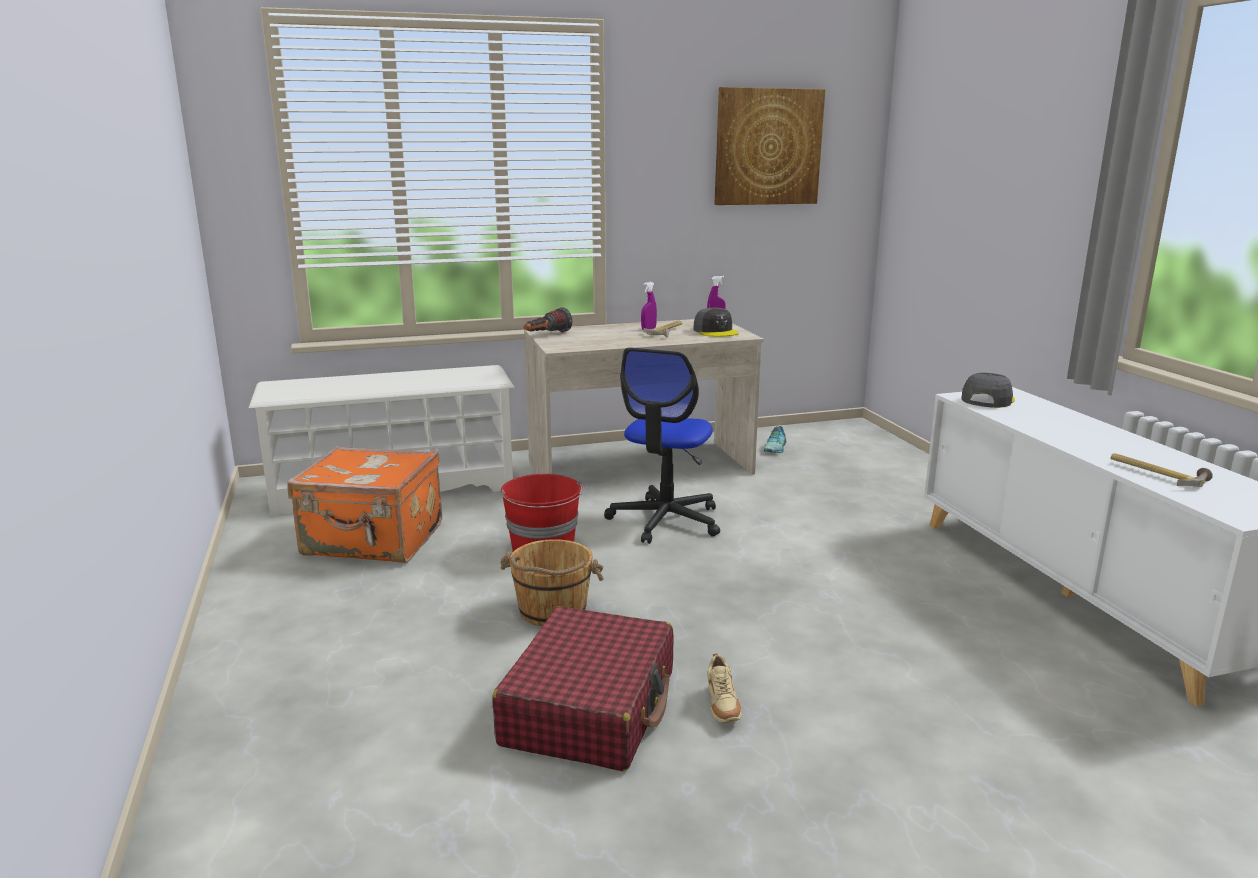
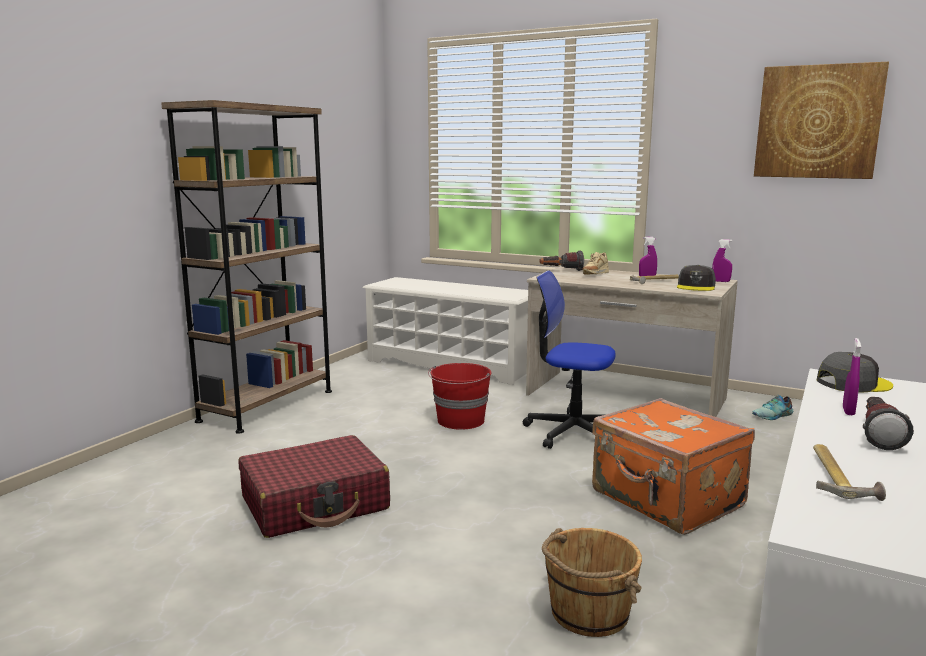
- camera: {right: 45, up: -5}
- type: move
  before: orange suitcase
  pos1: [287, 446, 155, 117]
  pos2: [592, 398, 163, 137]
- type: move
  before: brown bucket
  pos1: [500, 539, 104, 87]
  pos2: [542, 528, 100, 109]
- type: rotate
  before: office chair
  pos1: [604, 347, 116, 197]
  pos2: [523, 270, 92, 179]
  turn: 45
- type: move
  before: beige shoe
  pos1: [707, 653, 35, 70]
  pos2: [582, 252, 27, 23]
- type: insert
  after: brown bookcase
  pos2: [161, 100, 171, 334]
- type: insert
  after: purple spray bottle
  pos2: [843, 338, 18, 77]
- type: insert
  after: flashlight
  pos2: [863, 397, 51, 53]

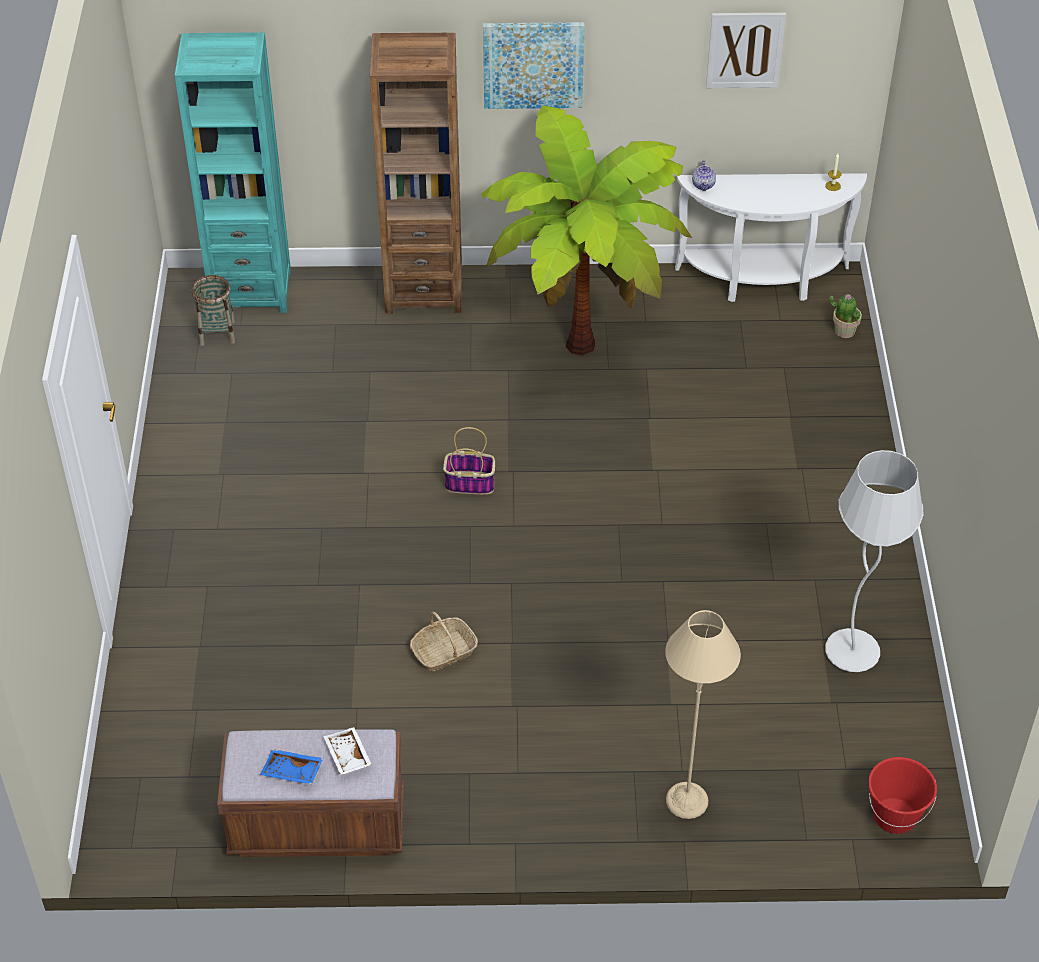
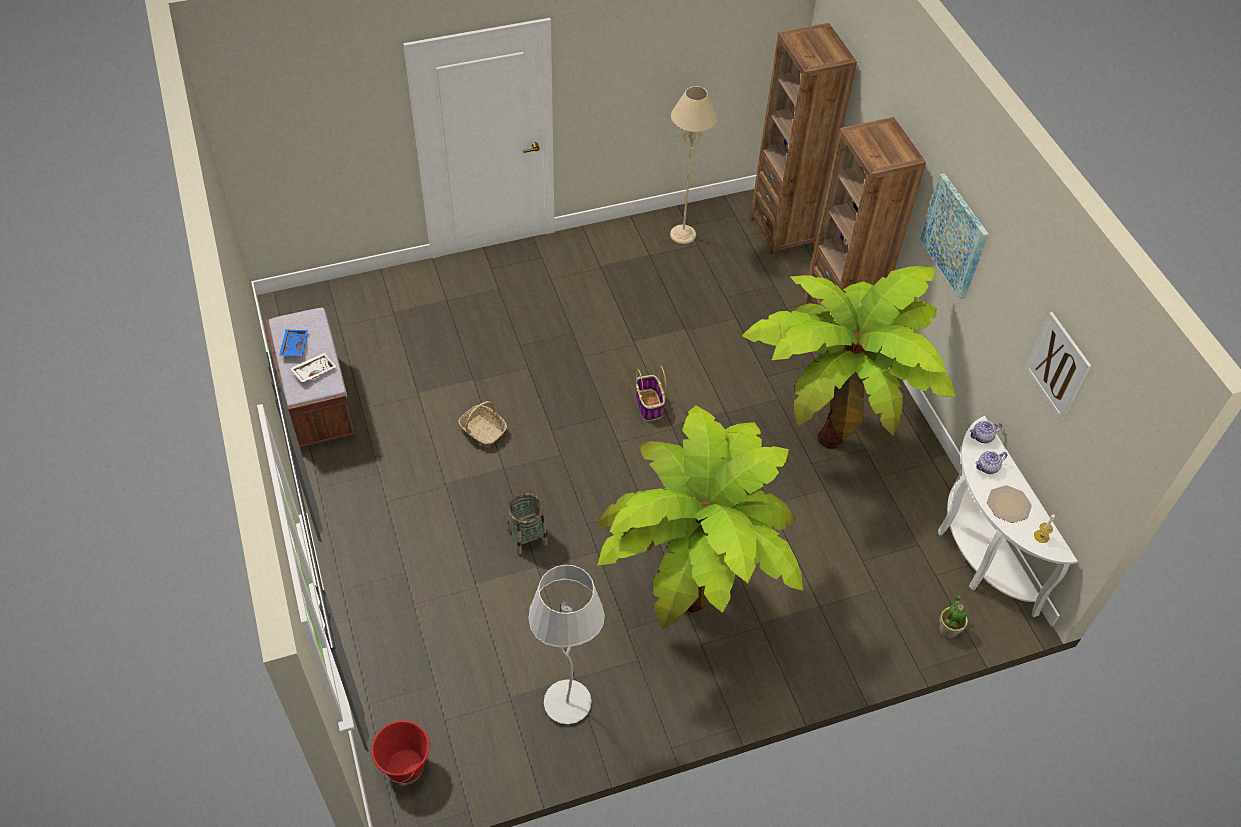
- camera: {right: 70, up: 5}
- type: recolor
  before: turquoise bookcase
  after: brown bookcase
  pos1: [175, 32, 116, 281]
  pos2: [750, 23, 107, 233]
- type: move
  before: basket
  pos1: [192, 275, 43, 71]
  pos2: [508, 492, 40, 62]
- type: move
  before: beige floor lamp
  pos1: [665, 610, 76, 209]
  pos2: [670, 86, 48, 158]
- type: insert
  after: potted plant
  pos2: [597, 405, 206, 224]
- type: insert
  after: teapot
  pos2: [976, 451, 31, 23]
- type: insert
  after: plate
  pos2: [987, 485, 45, 38]

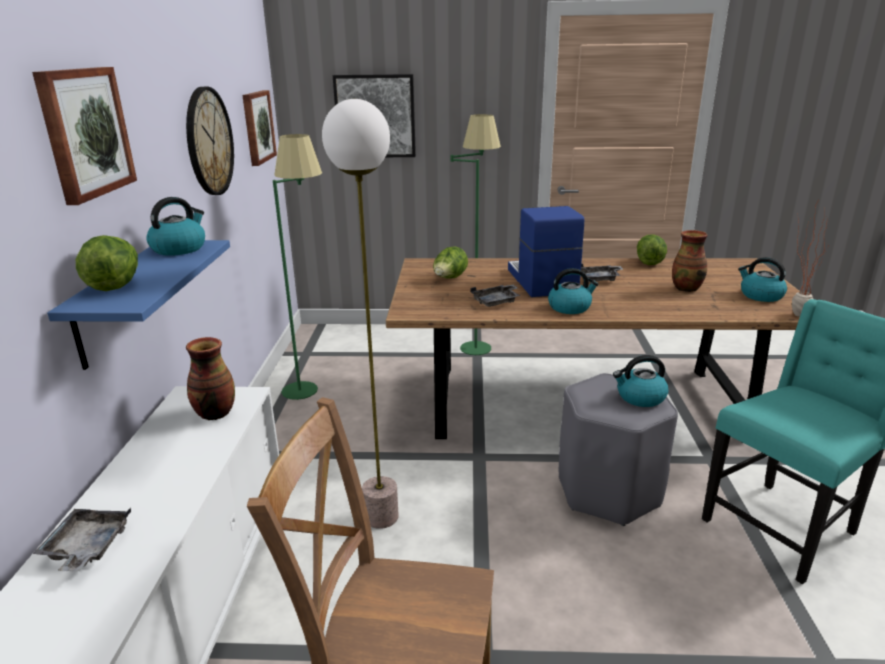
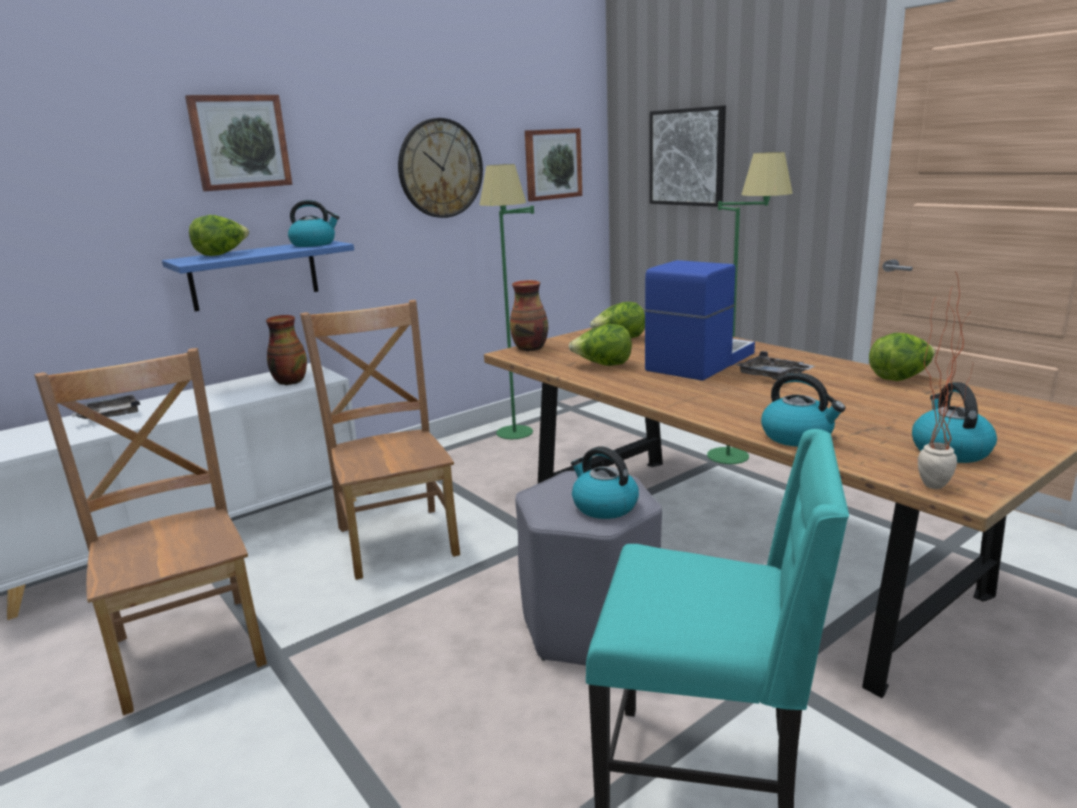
- camera: {right: 50, up: -5}
- type: replace
  before: floor lamp
  after: brown chair
  pos1: [322, 99, 77, 430]
  pos2: [300, 300, 160, 280]
- type: replace
  before: grey tray
  after: lettuce
  pos1: [470, 285, 50, 22]
  pos2: [569, 324, 63, 42]
- type: move
  before: kettle
  pos1: [548, 268, 50, 46]
  pos2: [761, 372, 85, 75]
- type: move
  before: vase
  pos1: [672, 230, 36, 62]
  pos2: [510, 280, 38, 71]

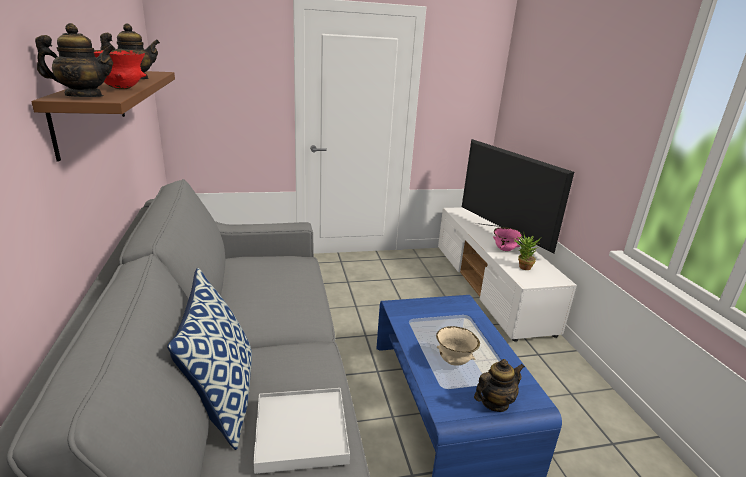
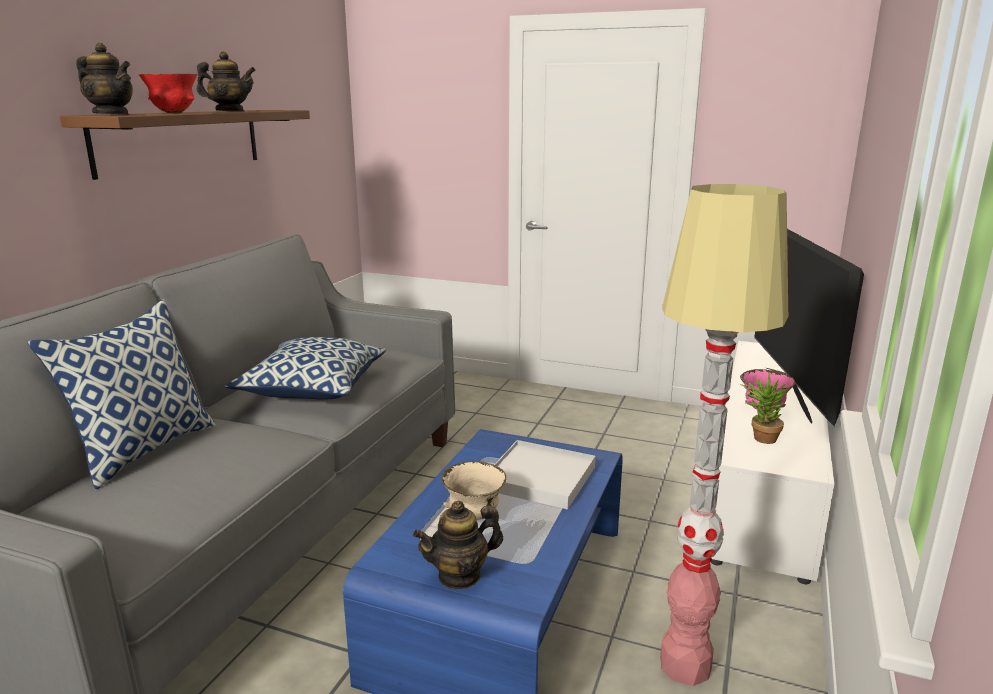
- camera: {right: 35, up: -5}
- type: move
  before: white tray
  pos1: [253, 388, 97, 86]
  pos2: [494, 440, 102, 70]
- type: rotate
  before: teapot
  pos1: [474, 359, 51, 53]
  pos2: [413, 501, 90, 88]
  turn: 150
- type: insert
  after: pillow
  pos2: [225, 337, 161, 63]
- type: insert
  after: floor lamp
  pos2: [660, 184, 128, 502]

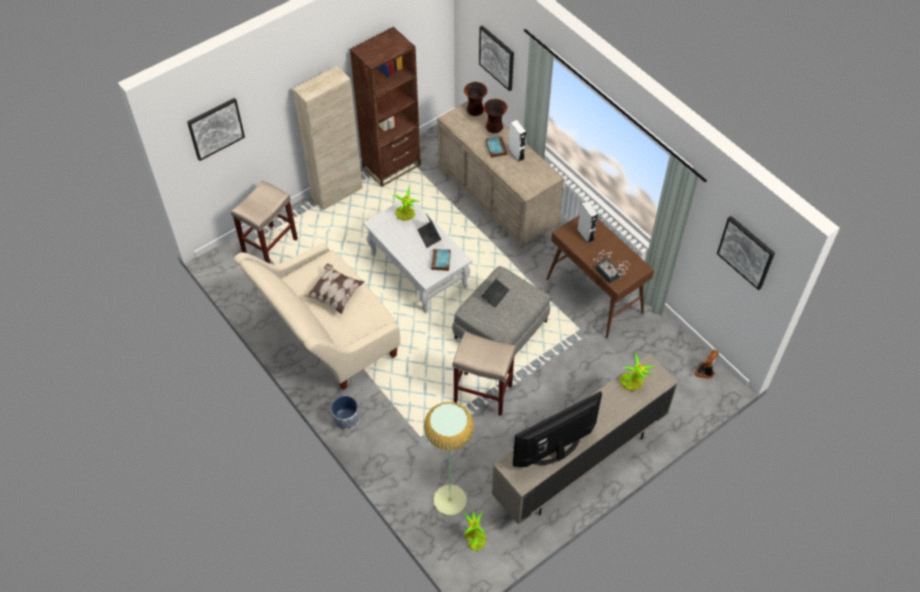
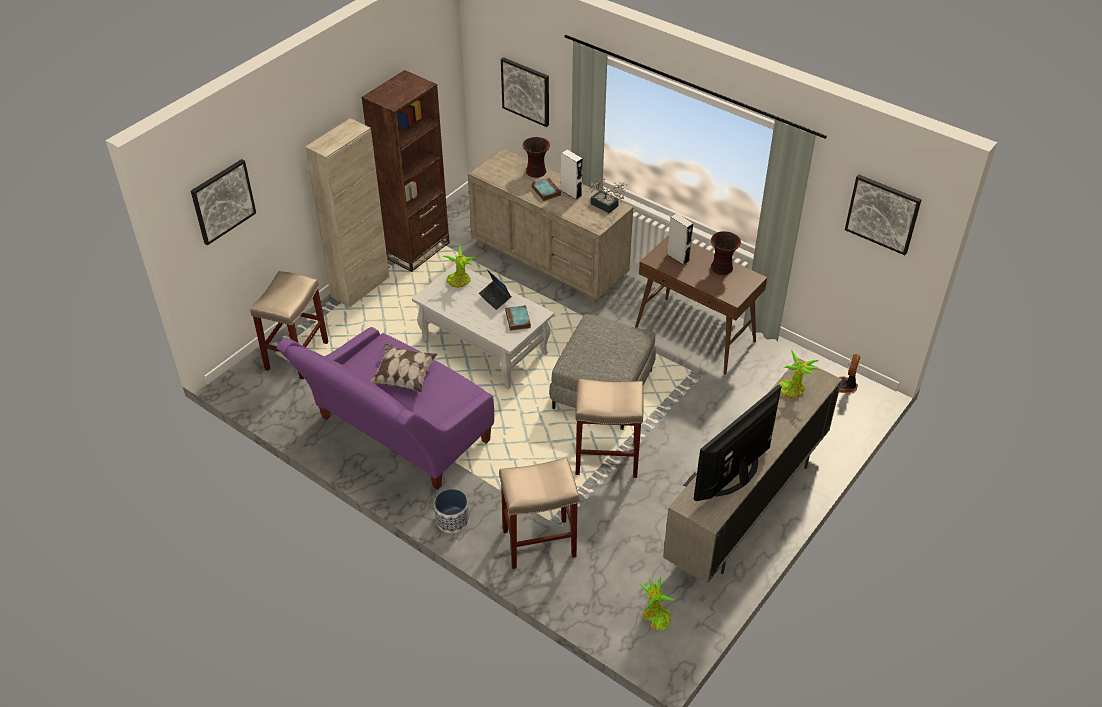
- camera: {right: -15, up: -10}
- type: recolor
  before: beige sofa
  after: purple sofa
  pos1: [234, 243, 166, 147]
  pos2: [277, 327, 217, 163]
- type: delete
  before: floor lamp
  pos1: [424, 402, 50, 114]
- type: move
  before: vase
  pos1: [464, 82, 24, 34]
  pos2: [711, 231, 30, 44]
- type: delete
  before: laptop
  pos1: [482, 272, 28, 36]
- type: move
  before: potted plant
  pos1: [593, 250, 37, 33]
  pos2: [586, 179, 41, 34]
- type: insert
  after: beige stool
  pos2: [499, 457, 80, 112]

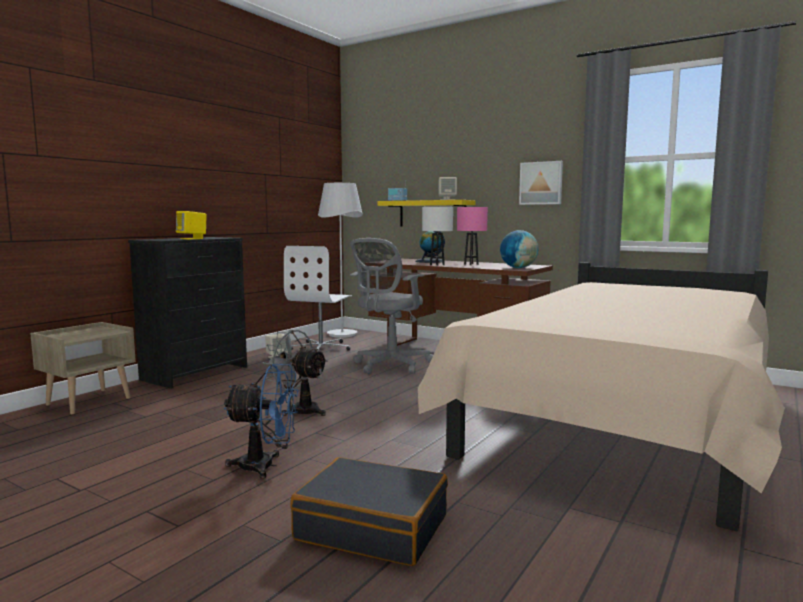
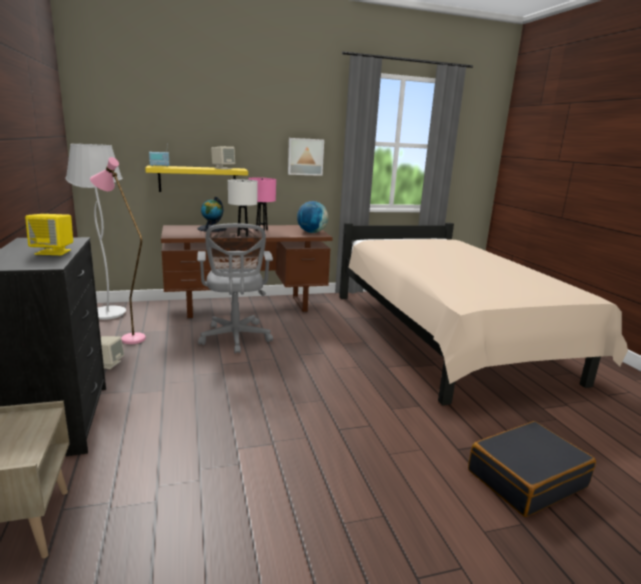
- camera: {right: -50, up: 10}
- type: delete
  before: blue fan
  pos1: [223, 364, 75, 115]
- type: delete
  before: grey fan
  pos1: [263, 330, 65, 86]
- type: replace
  before: white office chair
  after: pink floor lamp
  pos1: [284, 246, 68, 105]
  pos2: [90, 157, 56, 187]

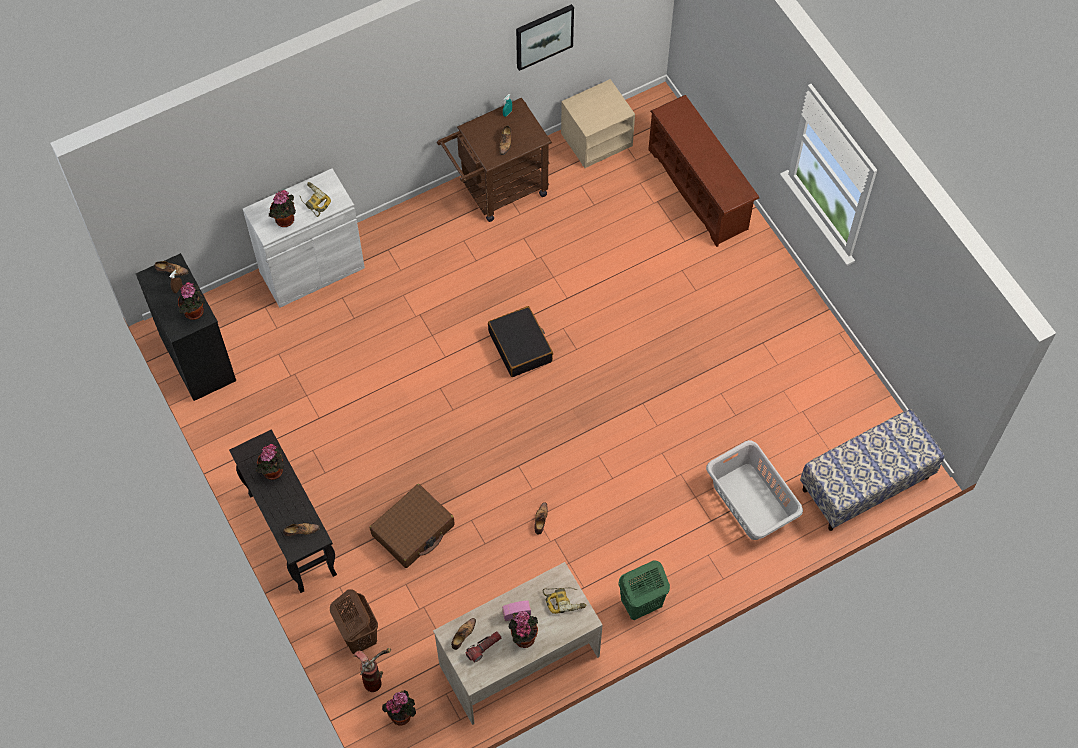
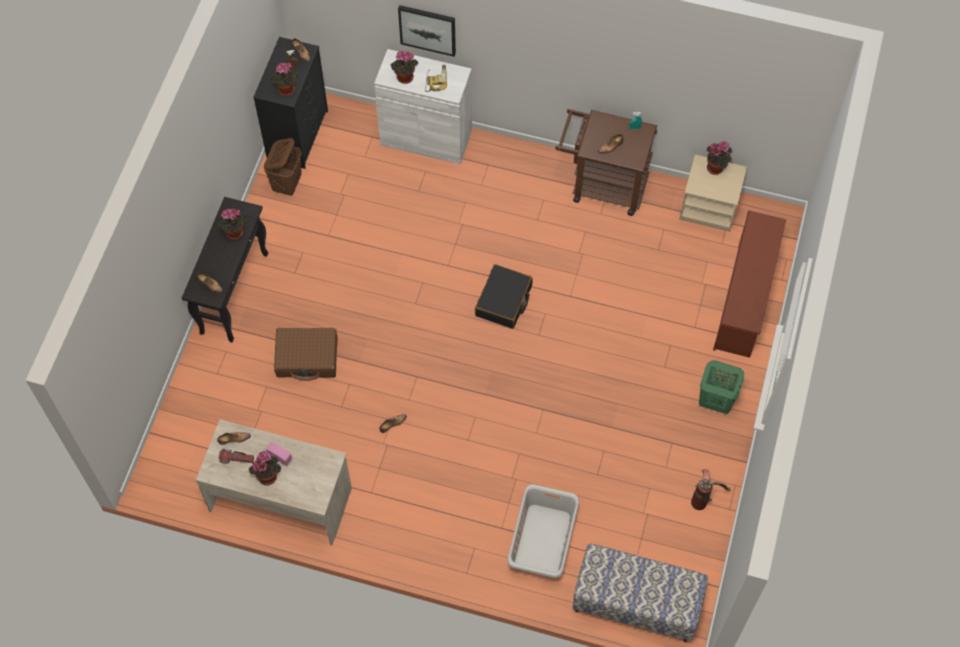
- camera: {right: 45, up: 0}
- type: move
  before: brown laundry basket
  pos1: [330, 589, 48, 65]
  pos2: [264, 138, 38, 58]
- type: move
  before: fire extinguisher
  pos1: [353, 648, 38, 44]
  pos2: [691, 469, 40, 41]
- type: move
  before: potted plant
  pos1: [382, 690, 34, 36]
  pos2: [707, 141, 25, 34]
- type: move
  before: picture
  pos1: [516, 4, 58, 67]
  pos2: [398, 5, 58, 52]
- type: delete
  before: power drill
  pos1: [542, 588, 45, 26]
- type: move
  before: green laundry basket
  pos1: [618, 560, 52, 60]
  pos2: [699, 360, 45, 54]

